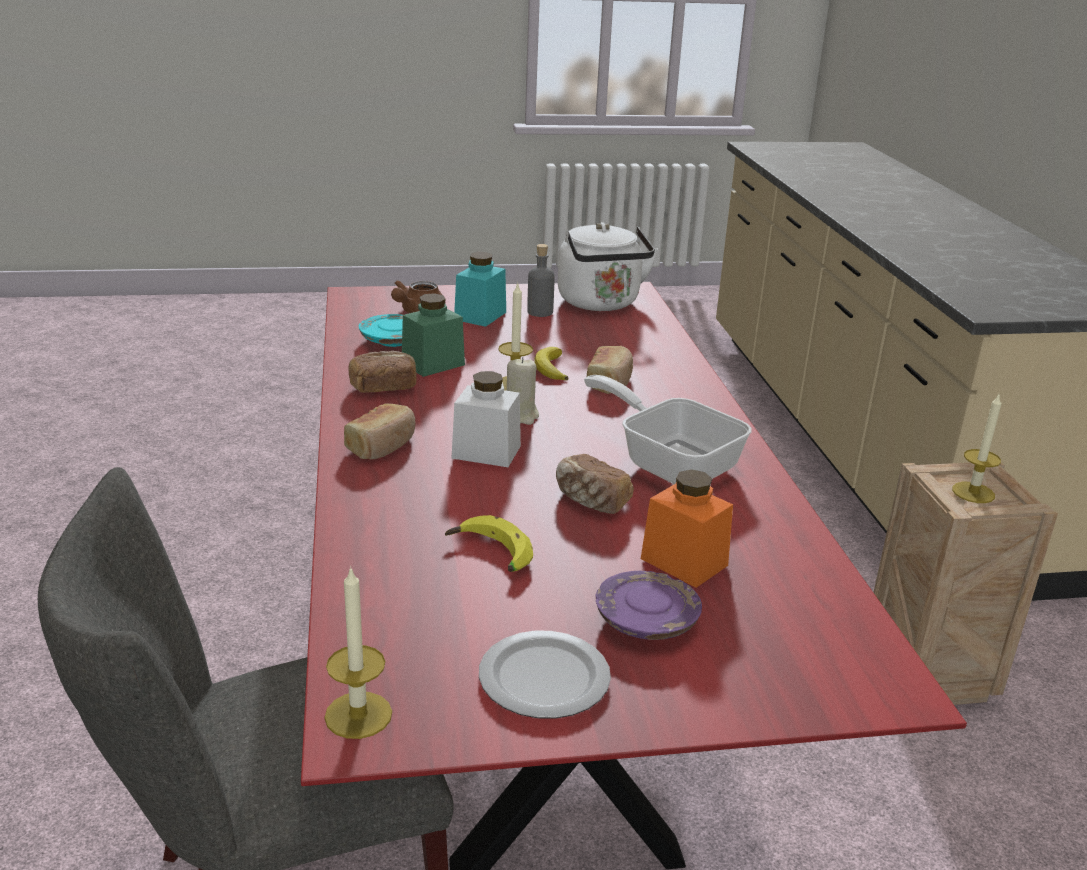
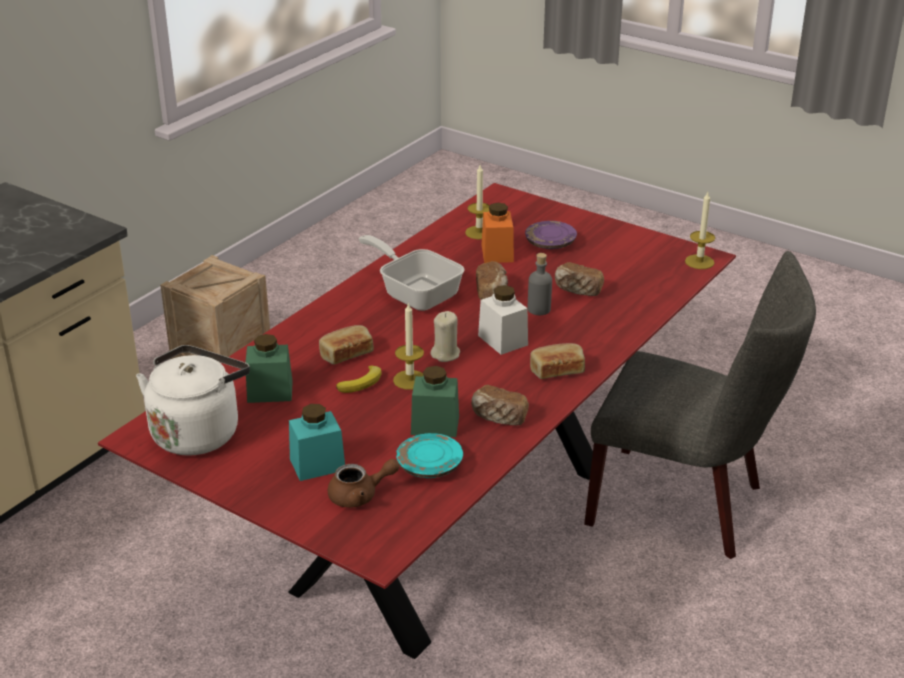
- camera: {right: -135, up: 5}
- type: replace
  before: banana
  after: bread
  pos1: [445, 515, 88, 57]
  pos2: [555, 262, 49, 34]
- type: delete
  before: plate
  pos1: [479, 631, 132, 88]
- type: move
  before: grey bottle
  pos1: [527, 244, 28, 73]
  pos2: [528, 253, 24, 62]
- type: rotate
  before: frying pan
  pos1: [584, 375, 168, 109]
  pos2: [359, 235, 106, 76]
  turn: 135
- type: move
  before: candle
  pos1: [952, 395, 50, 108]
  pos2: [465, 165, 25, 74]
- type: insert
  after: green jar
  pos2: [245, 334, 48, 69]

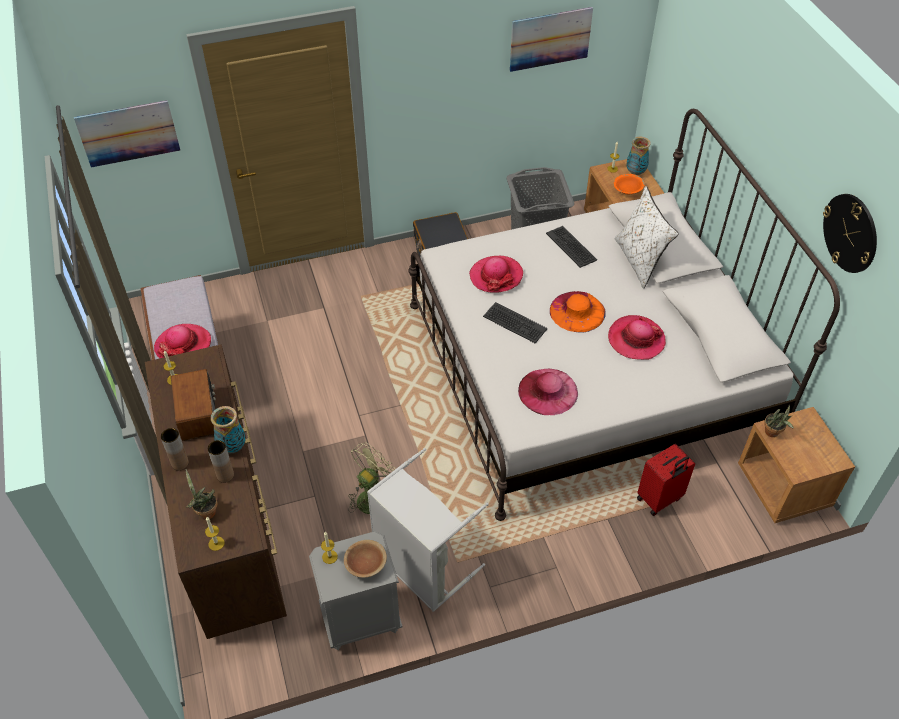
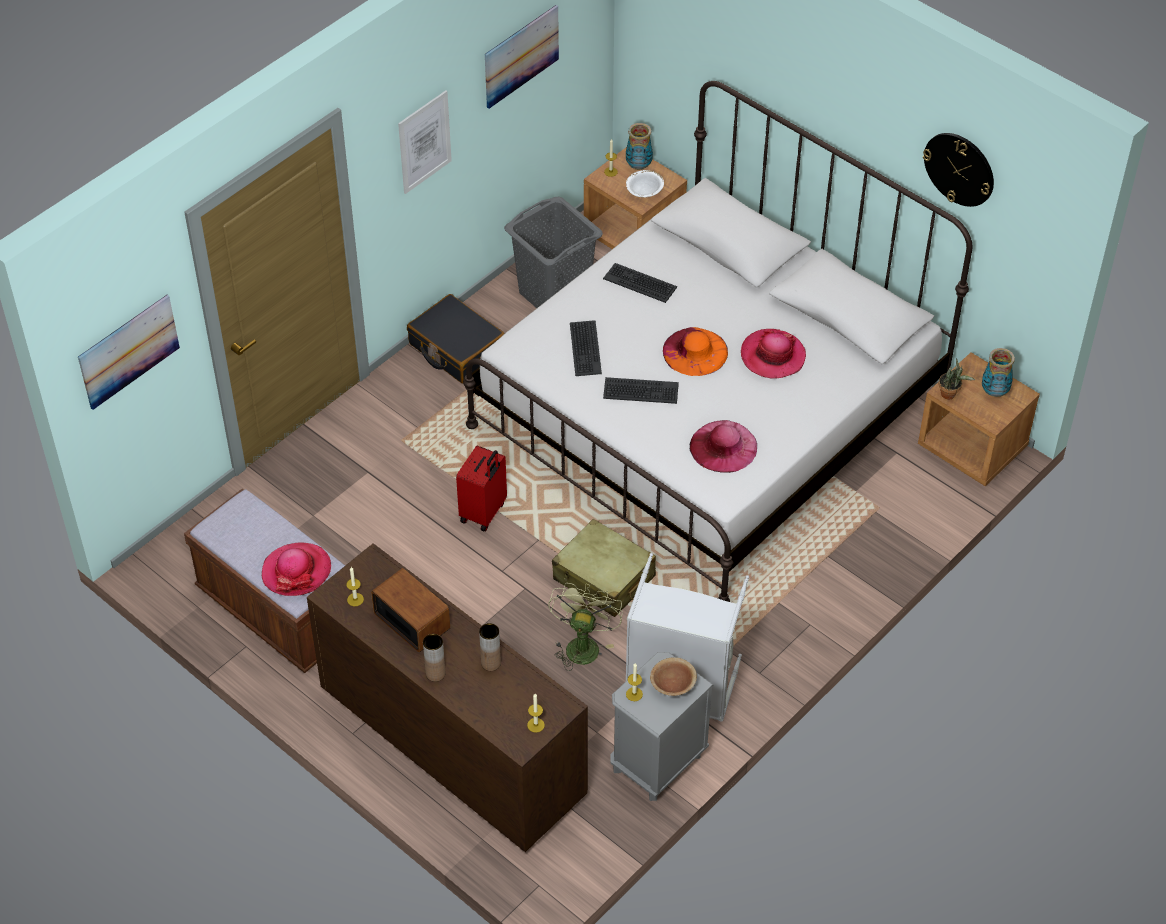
- camera: {right: -30, up: 0}
- type: delete
  before: potted plant
  pos1: [186, 470, 31, 49]
- type: move
  before: vase
  pos1: [211, 406, 34, 48]
  pos2: [982, 348, 33, 49]
- type: replace
  before: hat
  after: keyboard
  pos1: [469, 256, 54, 37]
  pos2: [570, 320, 32, 56]
- type: recolor
  before: orange bowl
  after: white bowl
  pos1: [614, 174, 31, 20]
  pos2: [626, 170, 38, 28]
- type: delete
  before: white pillow
  pos1: [615, 186, 64, 103]
- type: move
  before: red suitcase
  pos1: [637, 444, 58, 72]
  pos2: [456, 446, 51, 86]
- type: insert
  after: picture
  pos2: [398, 91, 54, 103]
- type: insert
  after: beige suitcase
  pos2: [552, 519, 104, 98]

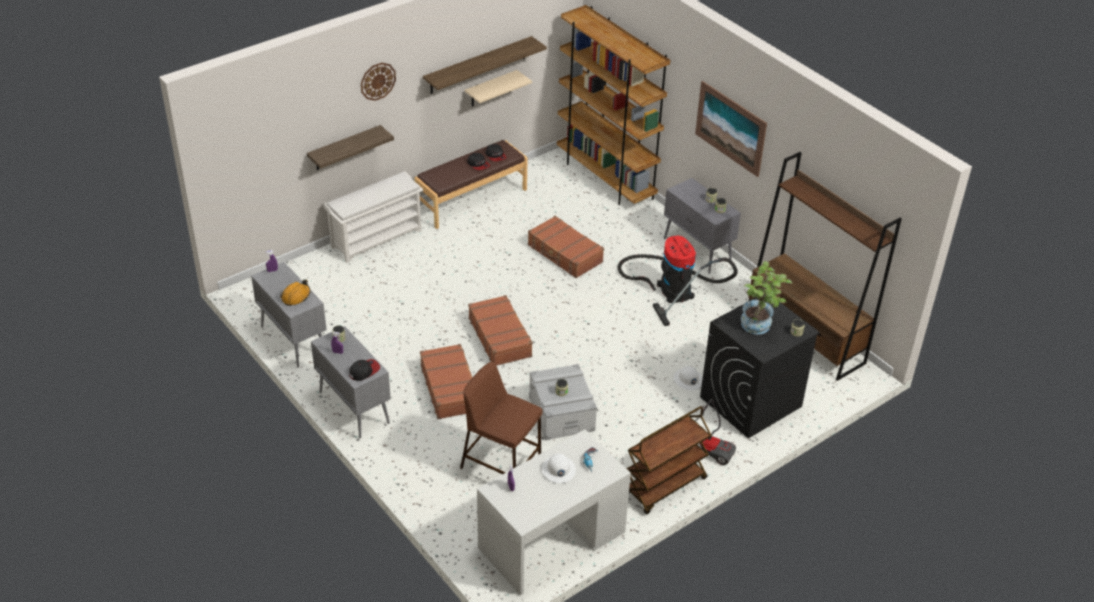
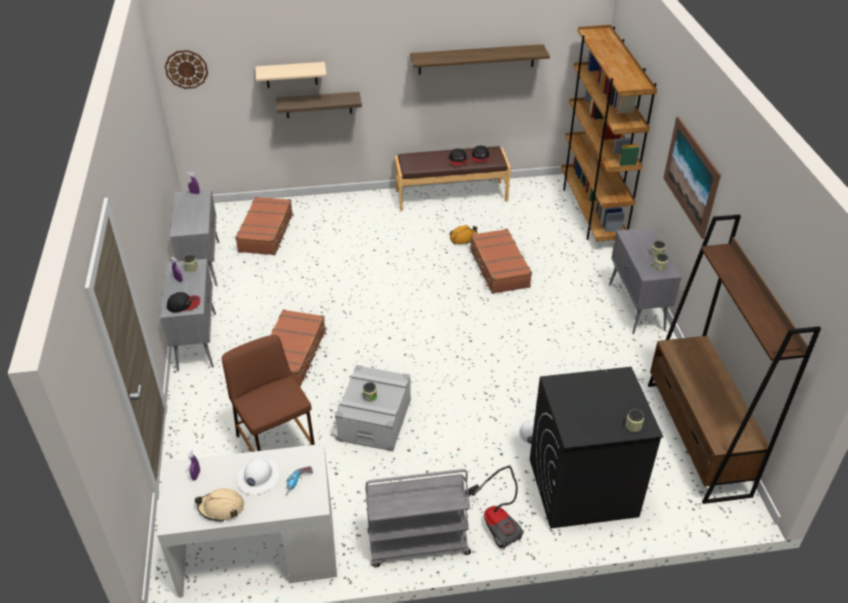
- camera: {right: 30, up: 0}
- type: move
  before: orange hard hat
  pos1: [280, 280, 30, 26]
  pos2: [450, 225, 28, 19]
- type: delete
  before: white shoe rack
  pos1: [324, 171, 99, 92]
- type: move
  before: wall clock
  pos1: [361, 63, 35, 38]
  pos2: [165, 50, 43, 39]
- type: move
  before: beige shelf
  pos1: [465, 70, 67, 37]
  pos2: [256, 62, 71, 26]
- type: move
  before: brown suitcase
  pos1: [468, 295, 65, 71]
  pos2: [235, 197, 59, 58]
- type: delete
  before: vacuum cleaner
  pos1: [618, 236, 120, 90]
- type: recolor
  before: brown cart
  after: grey cart
  pos1: [627, 406, 84, 108]
  pos2: [365, 469, 106, 98]
- type: delete
  before: potted plant
  pos1: [741, 261, 52, 74]
- type: insert
  after: beige hard hat
  pos2: [195, 488, 49, 34]

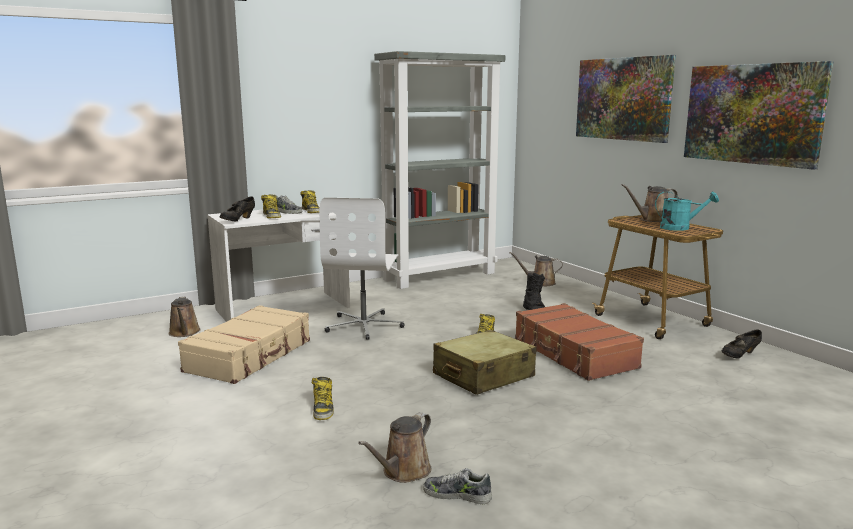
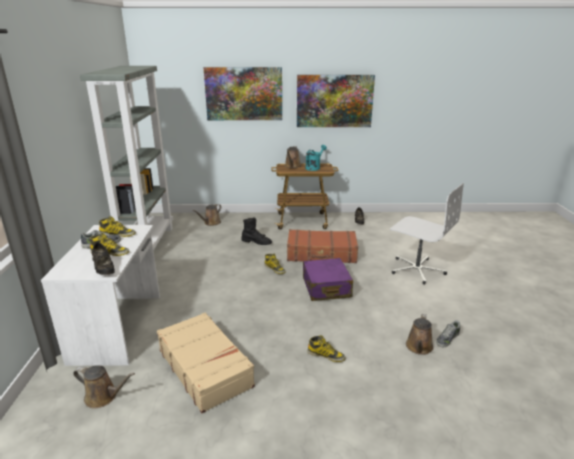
- camera: {right: -60, up: 10}
- type: move
  before: white office chair
  pos1: [319, 197, 85, 143]
  pos2: [390, 183, 74, 101]
- type: rotate
  before: brown watering can
  pos1: [358, 412, 73, 71]
  pos2: [406, 314, 27, 41]
  turn: 45
- type: recolor
  before: beige suitcase
  after: purple suitcase
  pos1: [433, 330, 103, 65]
  pos2: [303, 258, 50, 43]

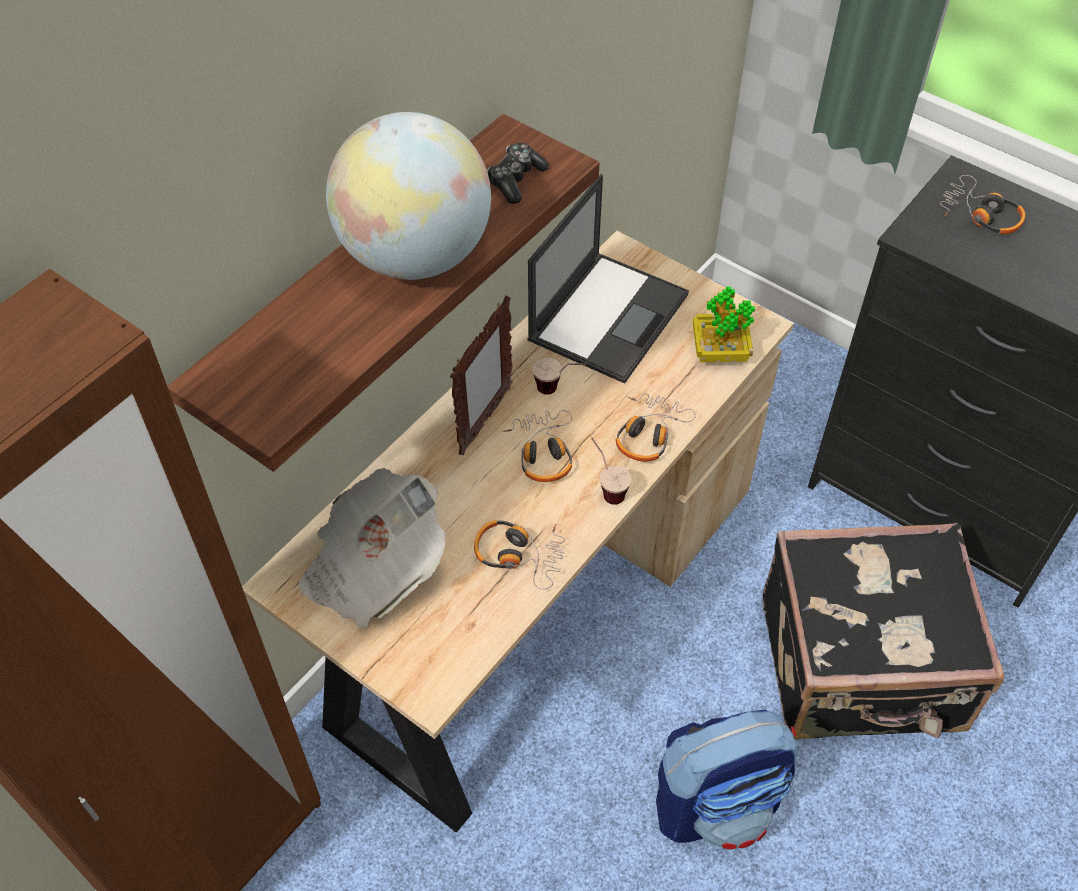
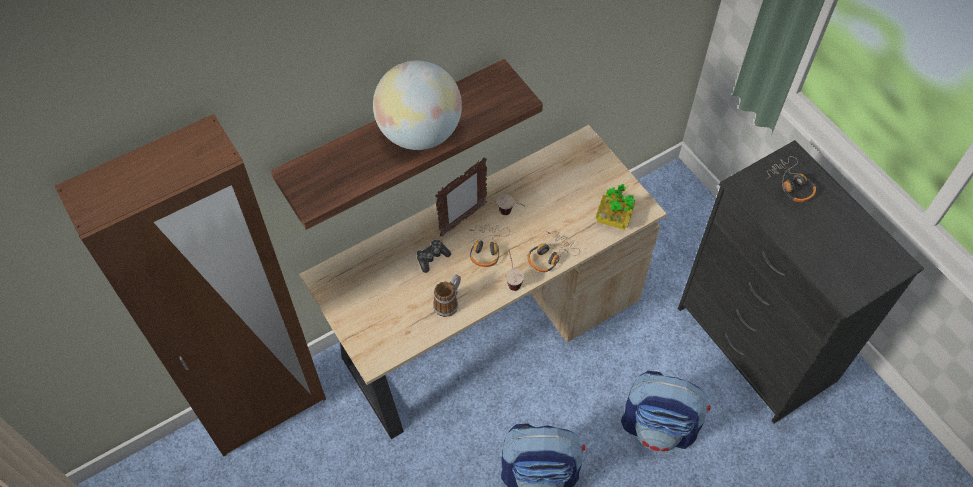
- camera: {right: 20, up: 5}
- type: delete
  before: newspaper
  pos1: [299, 468, 147, 161]
- type: replace
  before: headphones
  after: mug
  pos1: [474, 520, 91, 70]
  pos2: [433, 274, 28, 43]
- type: move
  before: game controller
  pos1: [487, 143, 62, 61]
  pos2: [416, 240, 35, 33]
- type: delete
  before: laptop
  pos1: [527, 174, 162, 210]
- type: replace
  before: black suitcase
  after: backpack
  pos1: [762, 523, 243, 217]
  pos2: [621, 371, 90, 81]

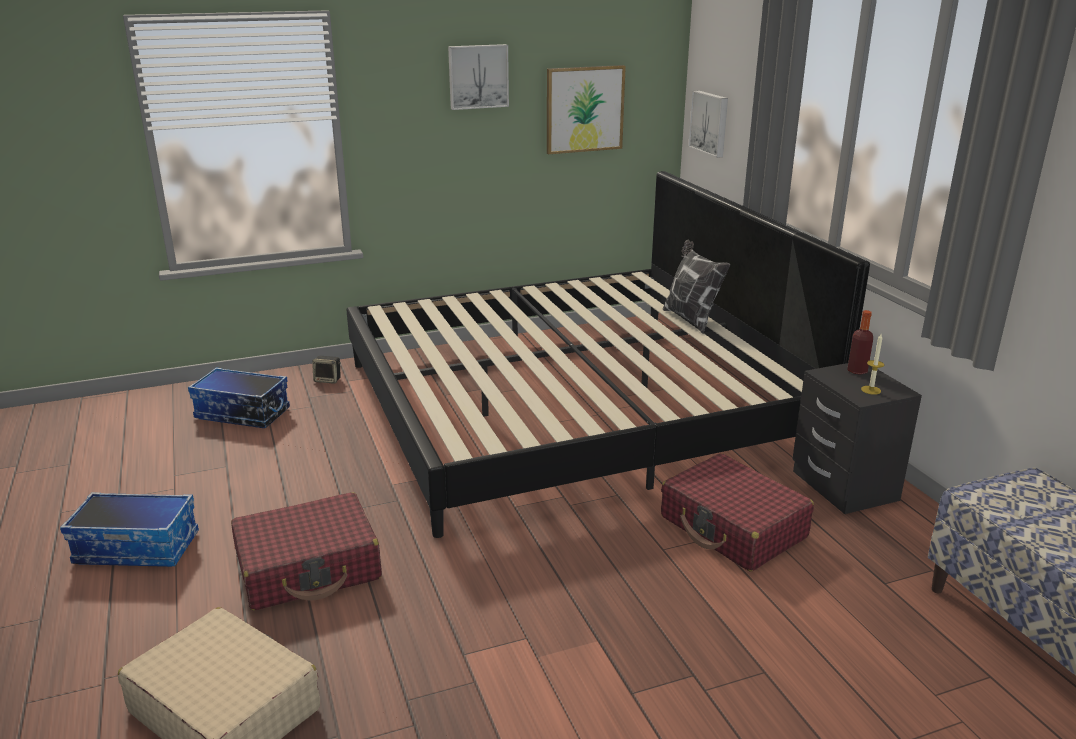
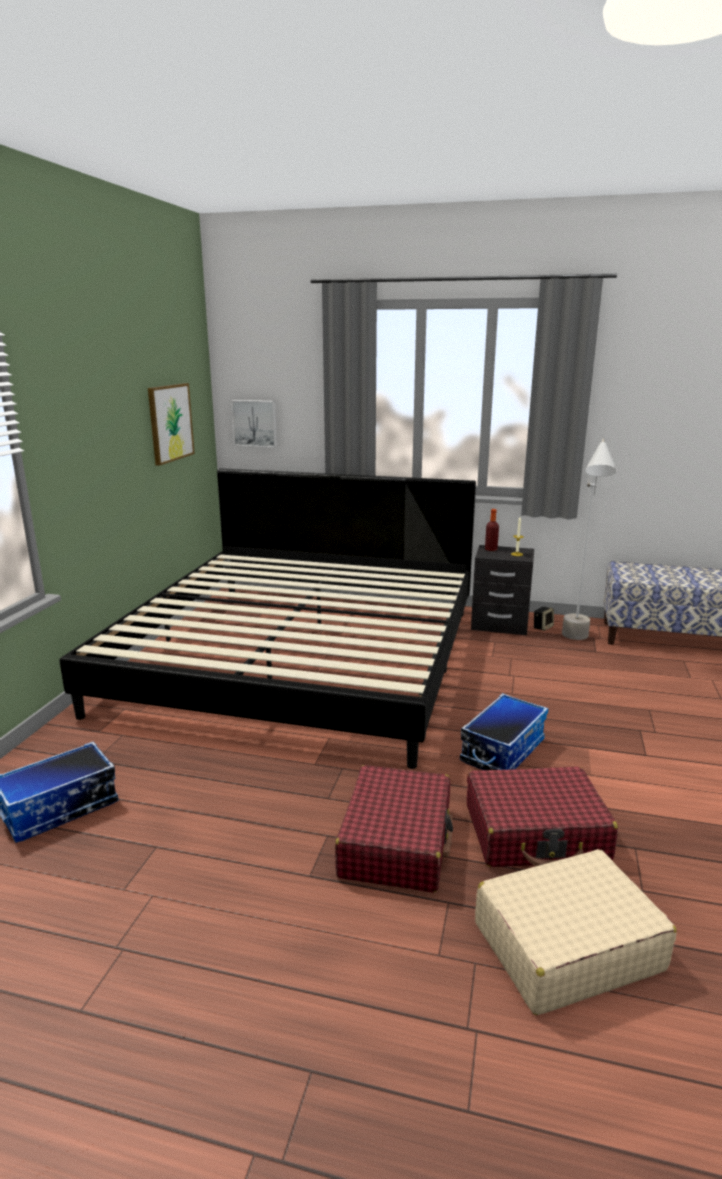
- camera: {right: -55, up: -5}
- type: move
  before: storage box
  pos1: [60, 492, 139, 75]
  pos2: [460, 693, 88, 77]
- type: move
  before: speaker
  pos1: [312, 356, 29, 28]
  pos2: [534, 607, 20, 24]
- type: delete
  before: picture
  pos1: [448, 44, 61, 66]
- type: move
  before: red suitcase
  pos1: [661, 453, 153, 119]
  pos2: [467, 767, 151, 100]
- type: delete
  before: pillow
  pos1: [663, 240, 67, 94]
- type: insert
  after: grey floor lamp
  pos2: [562, 439, 55, 201]

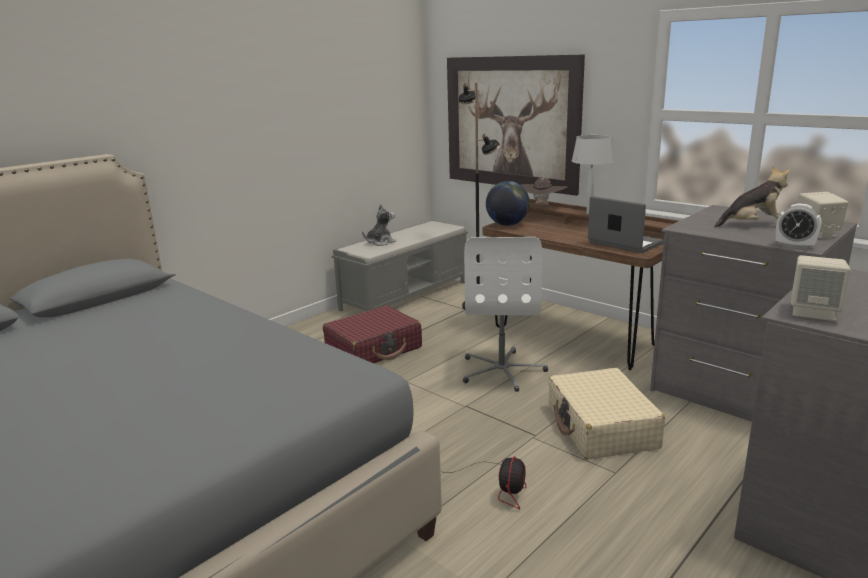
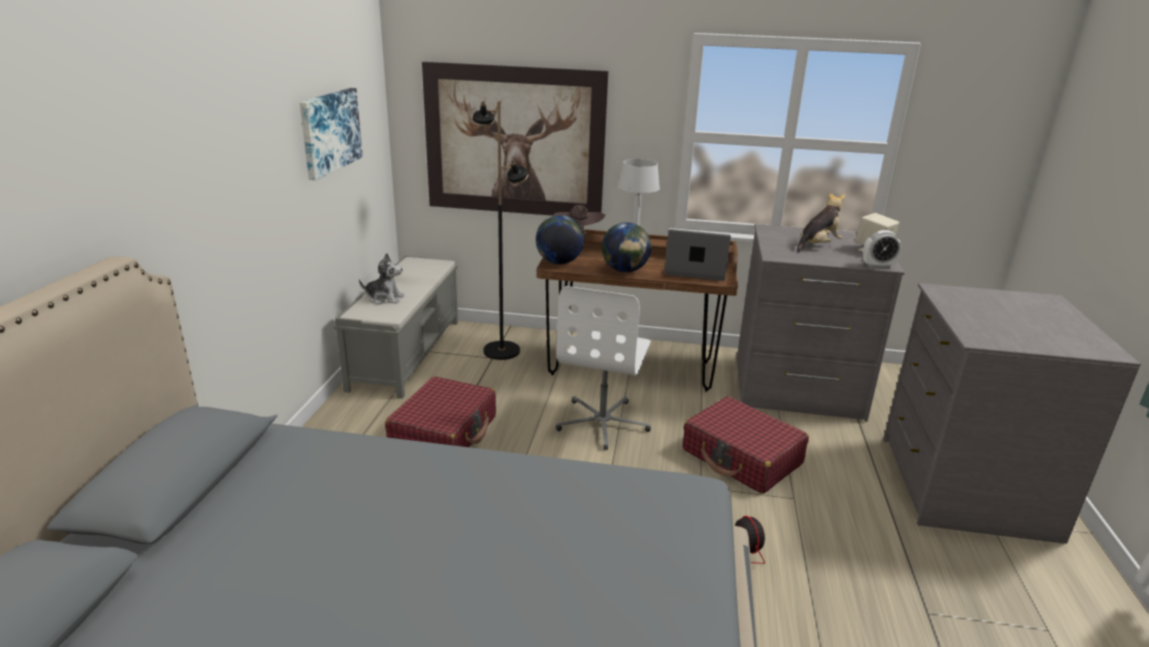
- camera: {right: -35, up: 5}
- type: rotate
  before: plush toy
  pos1: [362, 204, 34, 42]
  pos2: [359, 253, 45, 51]
  turn: 75
- type: rotate
  before: white office chair
  pos1: [463, 237, 85, 155]
  pos2: [556, 286, 95, 164]
  turn: 45
- type: recolor
  before: beige suitcase
  after: red suitcase
  pos1: [548, 368, 117, 92]
  pos2: [683, 396, 126, 98]
- type: delete
  before: beige speaker
  pos1: [791, 255, 60, 66]
- type: insert
  after: picture
  pos2: [299, 88, 64, 92]
- type: insert
  after: globe
  pos2: [602, 222, 49, 51]

